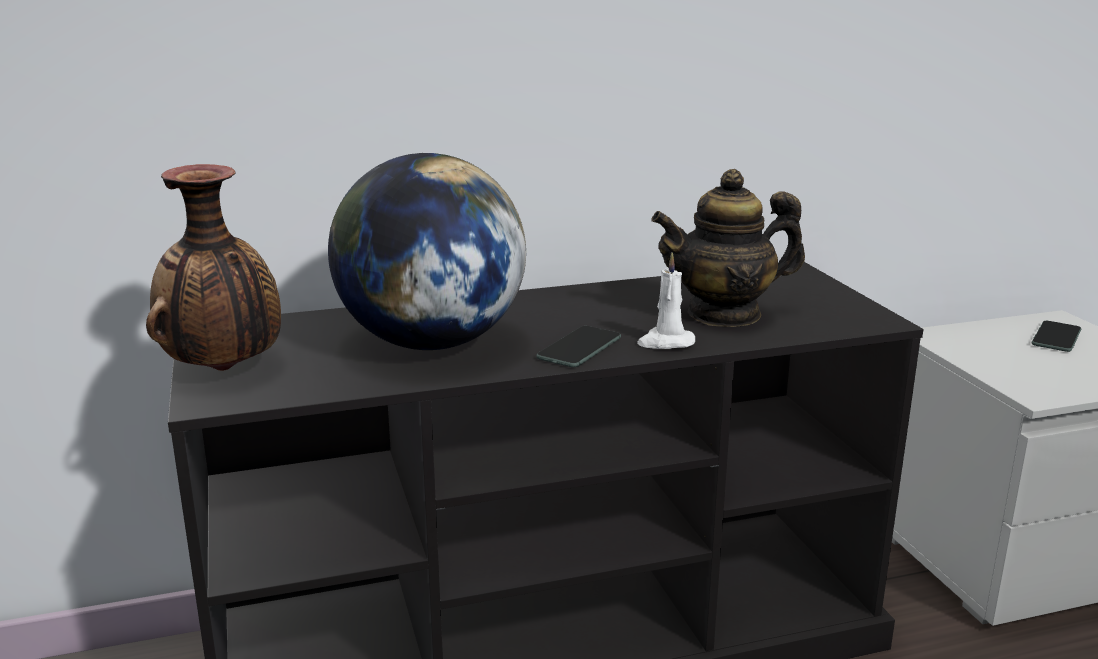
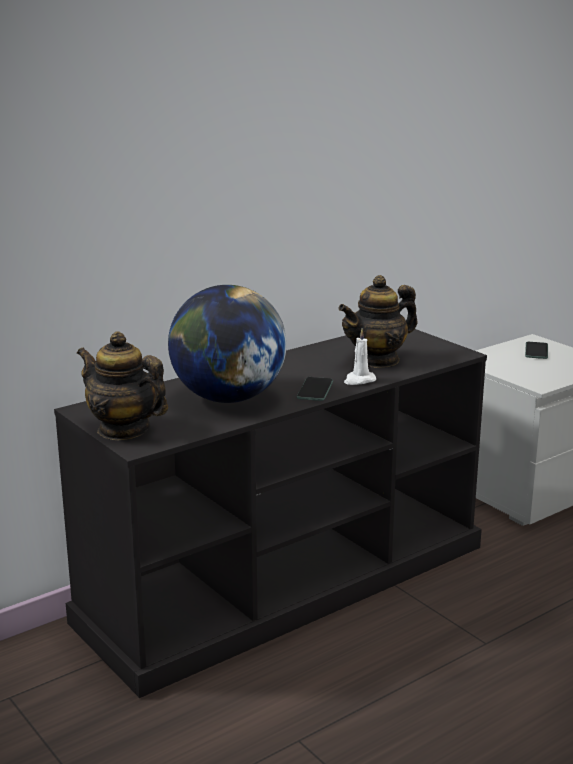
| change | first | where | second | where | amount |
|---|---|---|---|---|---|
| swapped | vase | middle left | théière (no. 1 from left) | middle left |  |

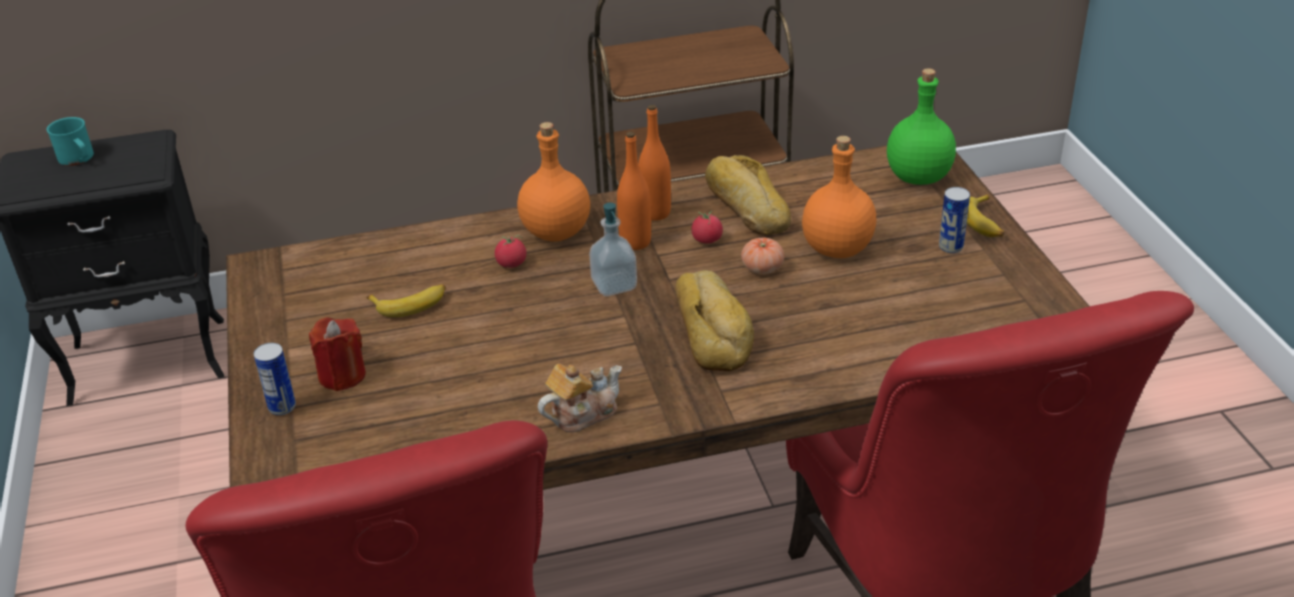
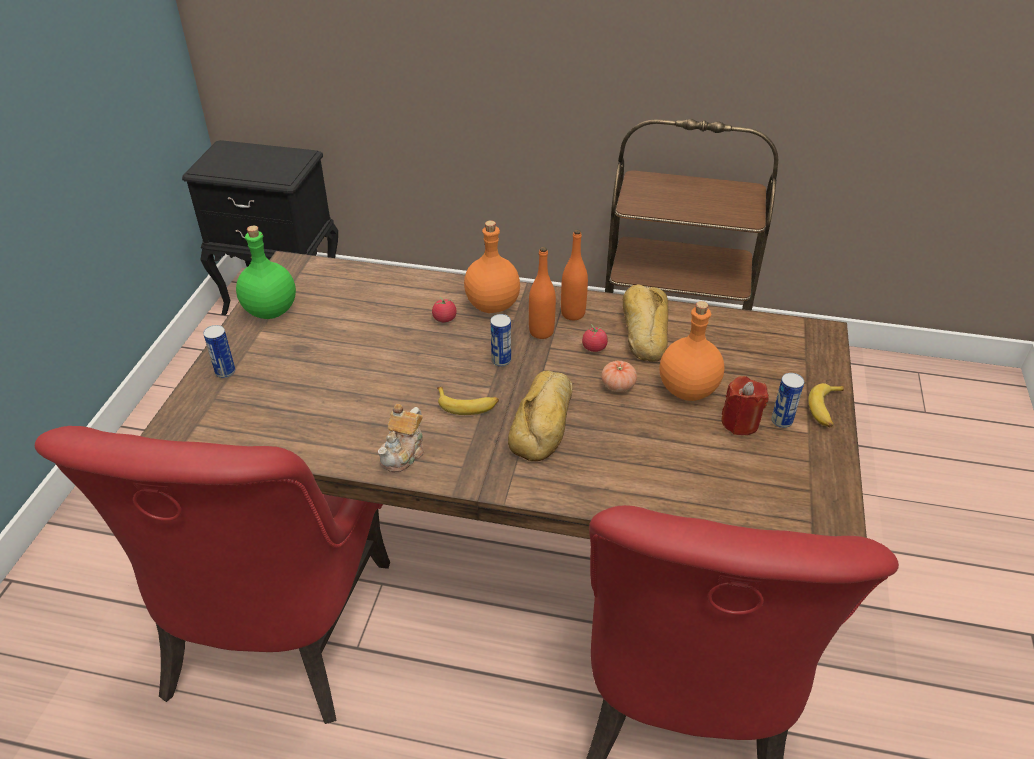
| change | first | where | second | where | amount |
|---|---|---|---|---|---|
| gone | mug [turquoise] | top left |  |  |  |
| shifted | bougie [rouge] | middle left |  | middle right |  |
| shifted | banane (no. 1 from left) | middle left |  | centre |  |
| rotated | théière | bottom centre |  | centre | 120 degrees clockwise |
| swapped | distributeur de savon | centre | boîte métallique (no. 2 from left) | centre |  |
| shifted | bouteille [vert] | top right |  | middle left |  |

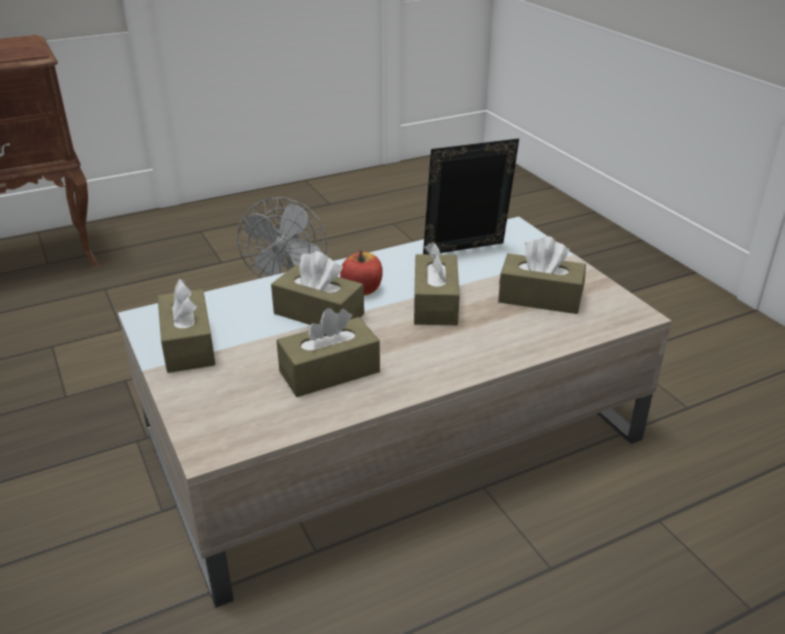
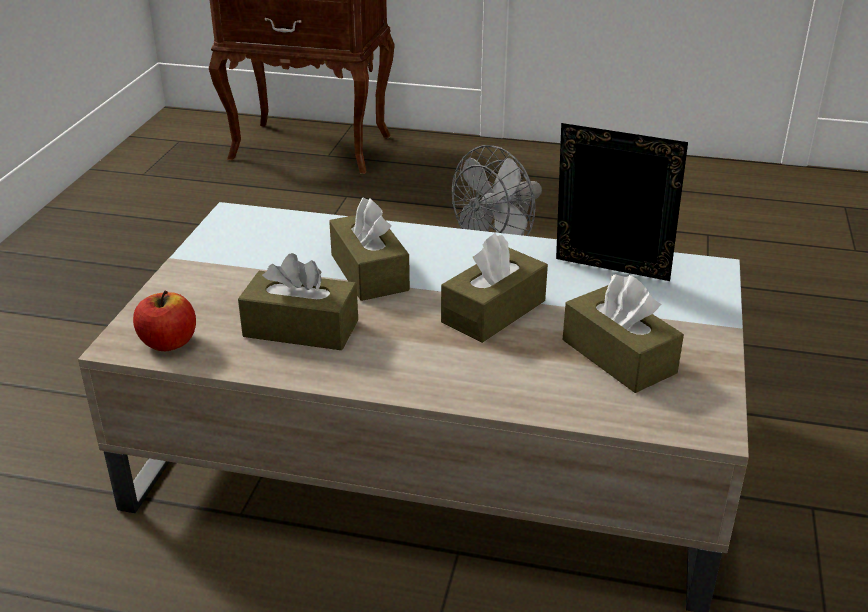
| change | first | where | second | where | amount |
|---|---|---|---|---|---|
| gone | boîte à mouchoirs [marron] (no. 1 from left) | middle left |  |  |  |
| shifted | pomme | centre |  | middle left |  |

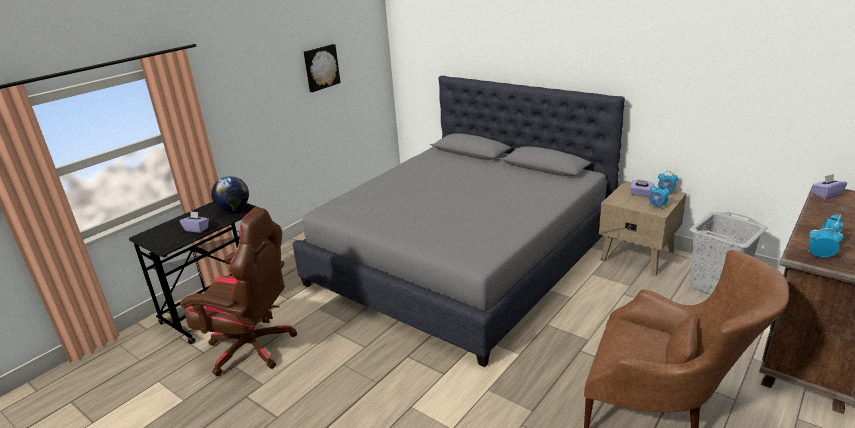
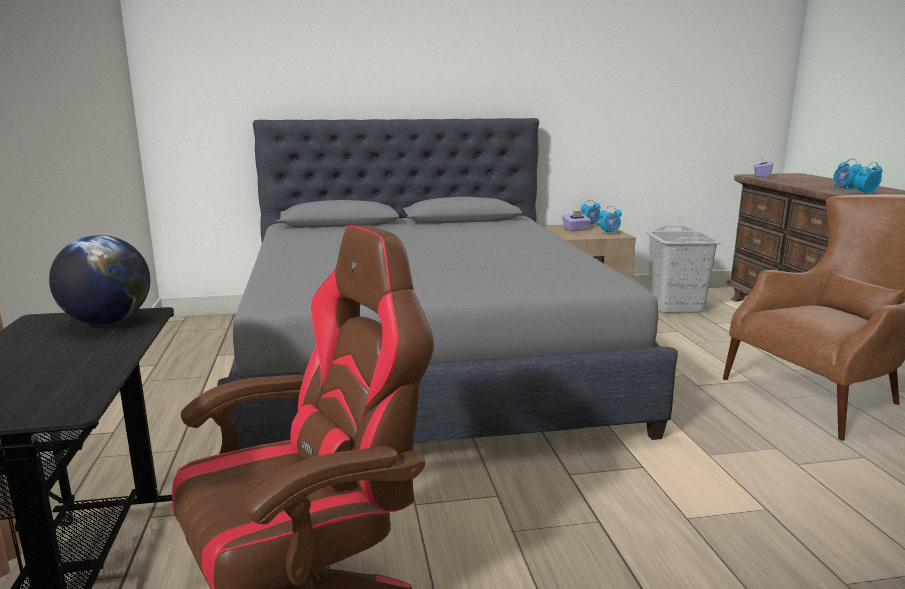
| change | first | where | second | where | amount |
|---|---|---|---|---|---|
| gone | boîte à mouchoirs [violet] (no. 1 from left) | middle left |  |  |  |
| gone | tableau | top centre |  |  |  |

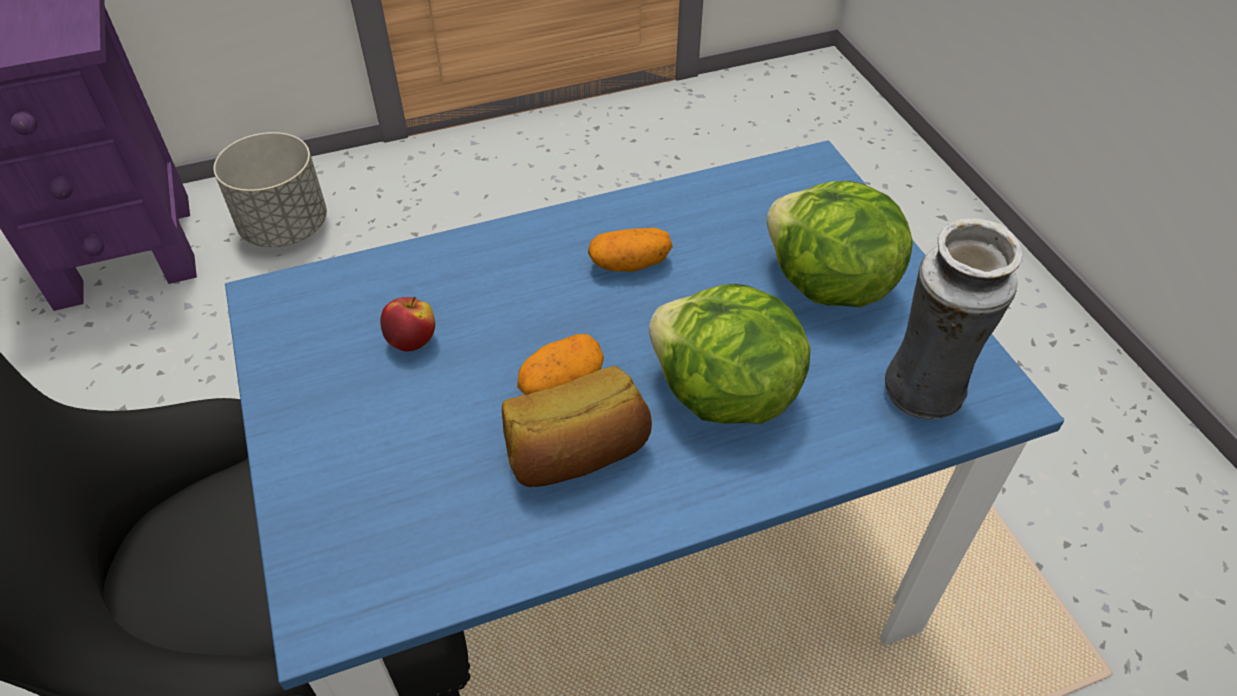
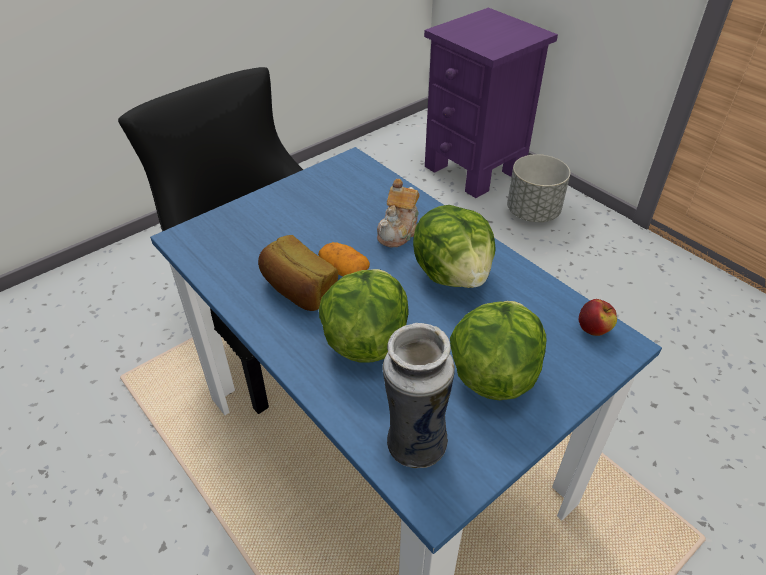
| change | first | where | second | where | amount |
|---|---|---|---|---|---|
| shifted | pomme | middle left |  | middle right |  |
| swapped | pomme de terre (no. 2 from left) | centre | laitue (no. 2 from left) | centre |  |
| new |  |  | théière | centre |  |

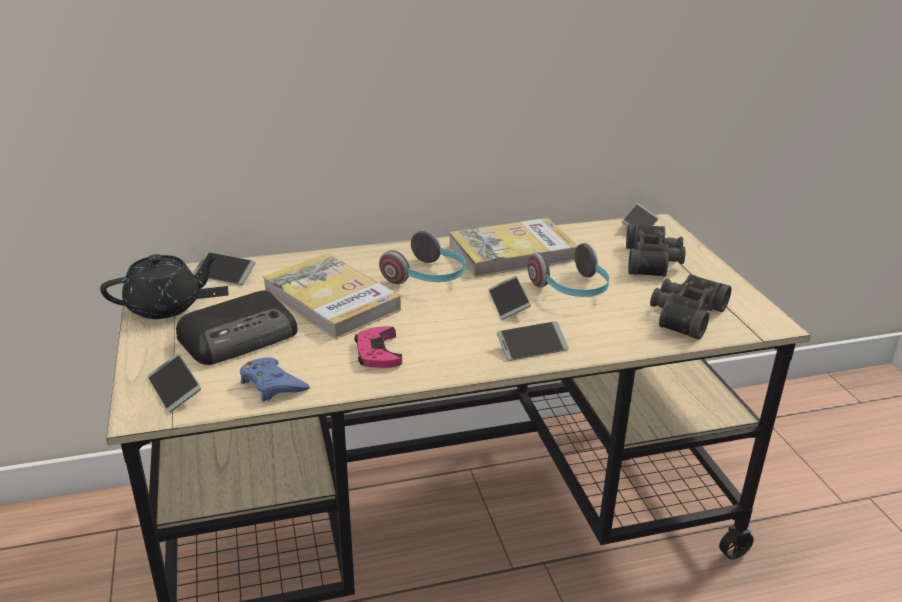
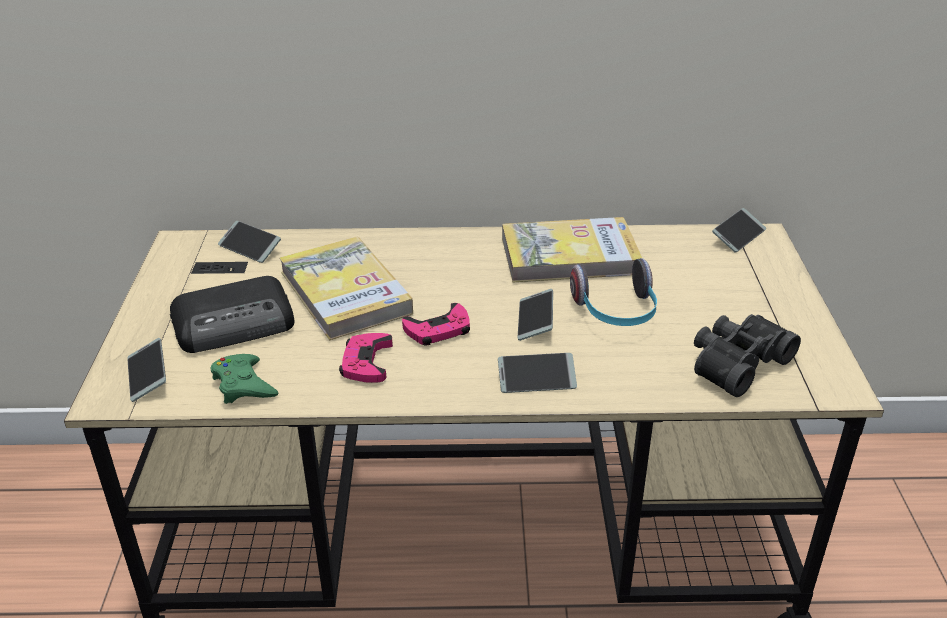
| change | first | where | second | where | amount |
|---|---|---|---|---|---|
| gone | théière [noir] | middle left |  |  |  |
| repainted | manette [bleu] | middle left | manette [vert] | middle left |  |
| gone | casque audio (no. 1 from left) | centre |  |  |  |
| gone | jumelles [noir] (no. 1 from left) | middle right |  |  |  |
| new |  |  | manette [rose] (no. 2 from left) | centre |  |

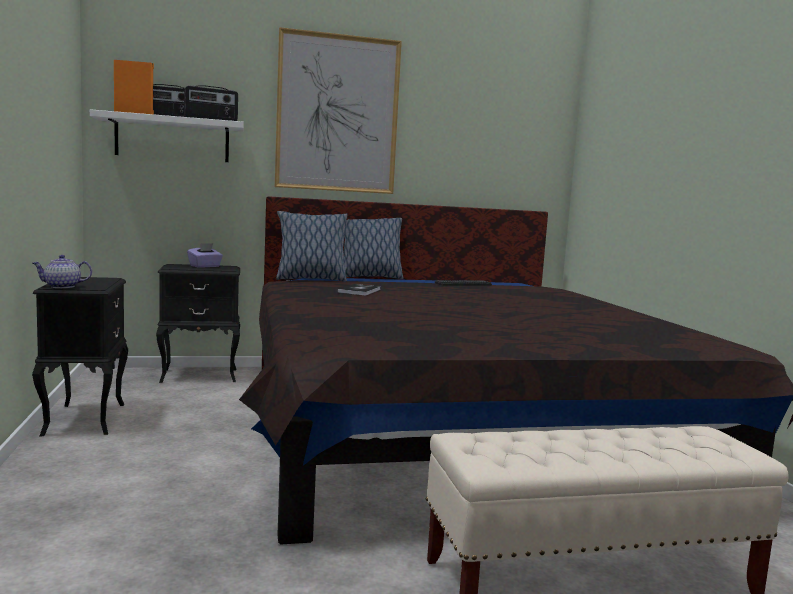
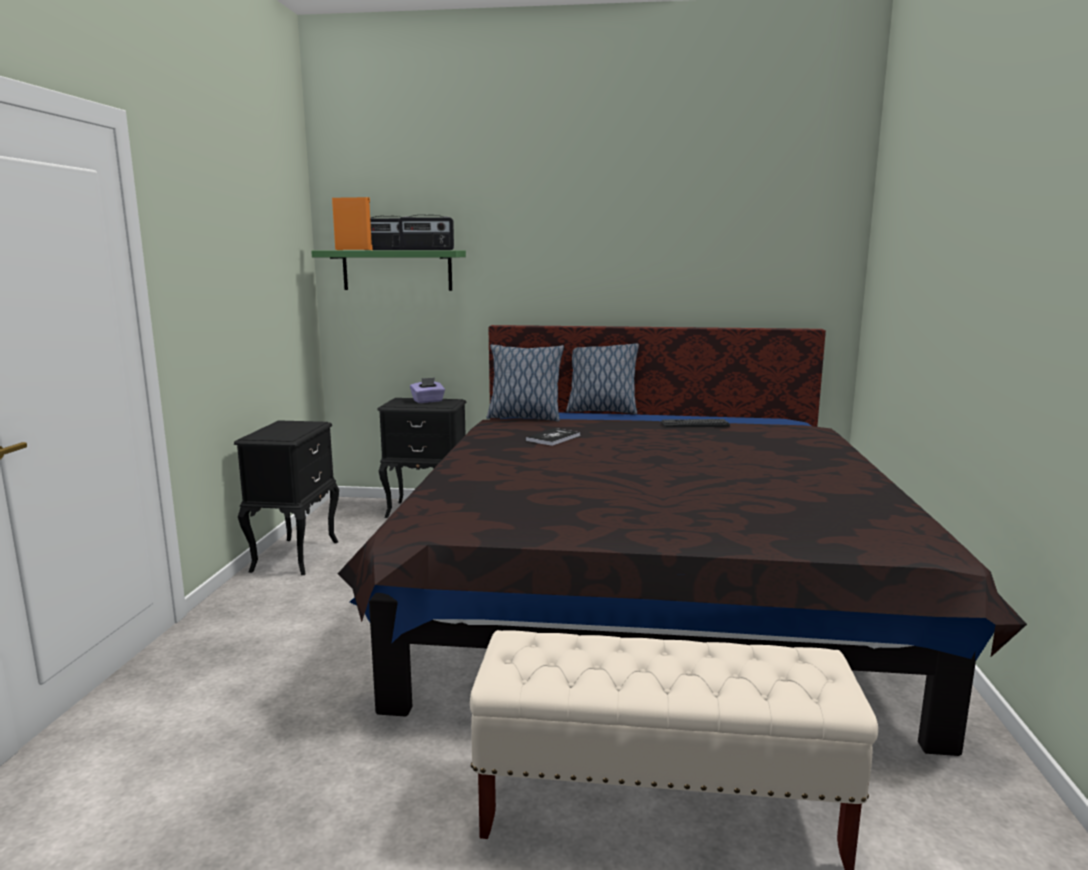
| change | first | where | second | where | amount |
|---|---|---|---|---|---|
| gone | théière | middle left |  |  |  |
| repainted | étagère [blanc] | top left | étagère [vert] | top centre |  |
| gone | tableau | top centre |  |  |  |

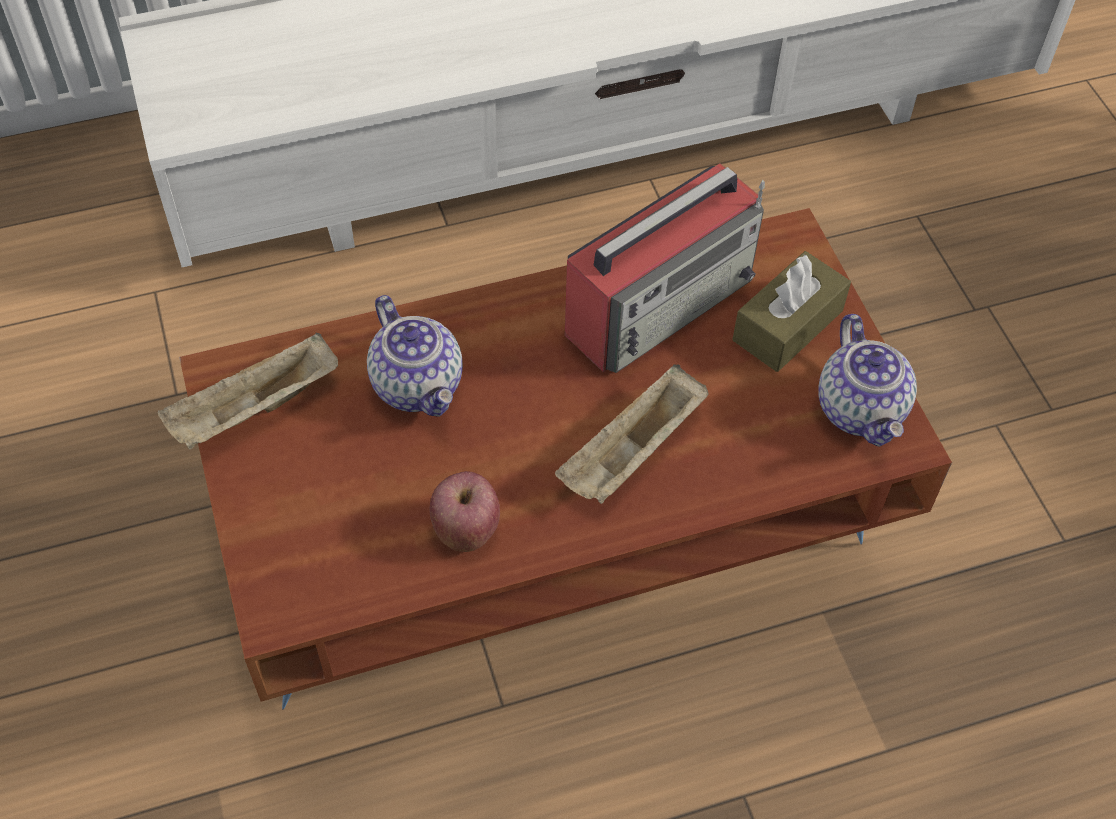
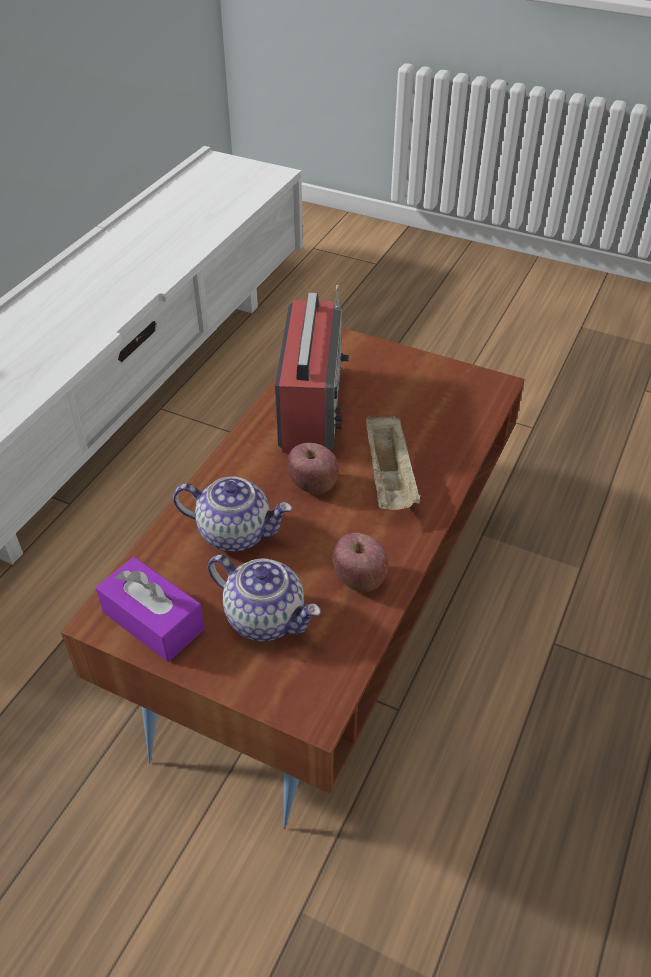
| change | first | where | second | where | amount |
|---|---|---|---|---|---|
| swapped | plateau [beige] (no. 1 from left) | middle left | boîte à mouchoirs [violet] | middle left |  |
| gone | boîte à mouchoirs [marron] | middle right |  |  |  |
| shifted | théière (no. 2 from left) | middle right |  | centre |  |
| new |  |  | pomme (no. 1 from left) | centre |  |

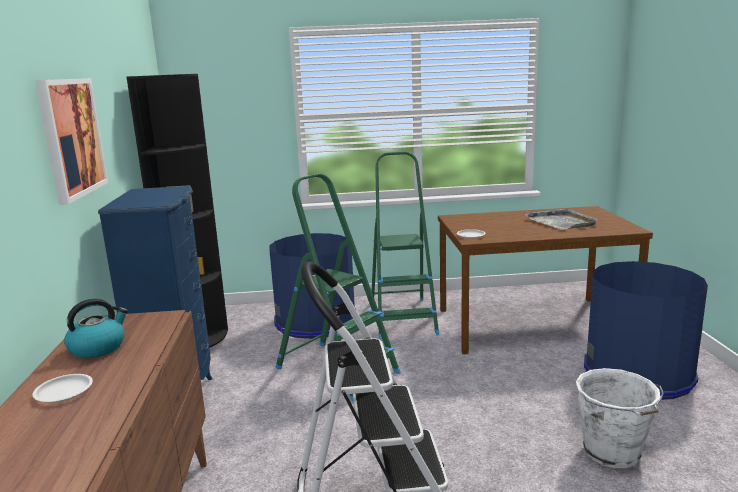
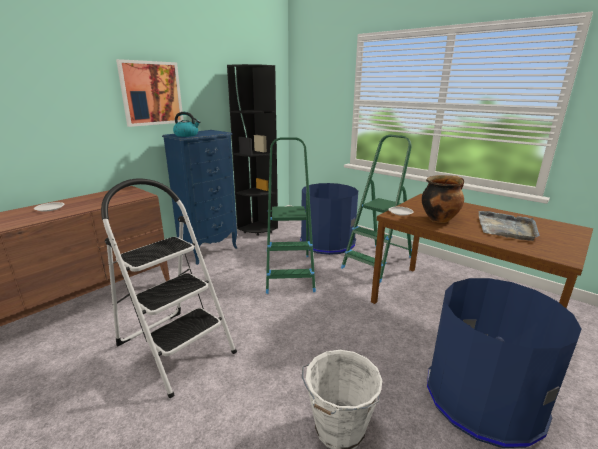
| change | first | where | second | where | amount |
|---|---|---|---|---|---|
| shifted | bouilloire | bottom left |  | top left |  |
| new |  |  | marmite | middle right |  |

